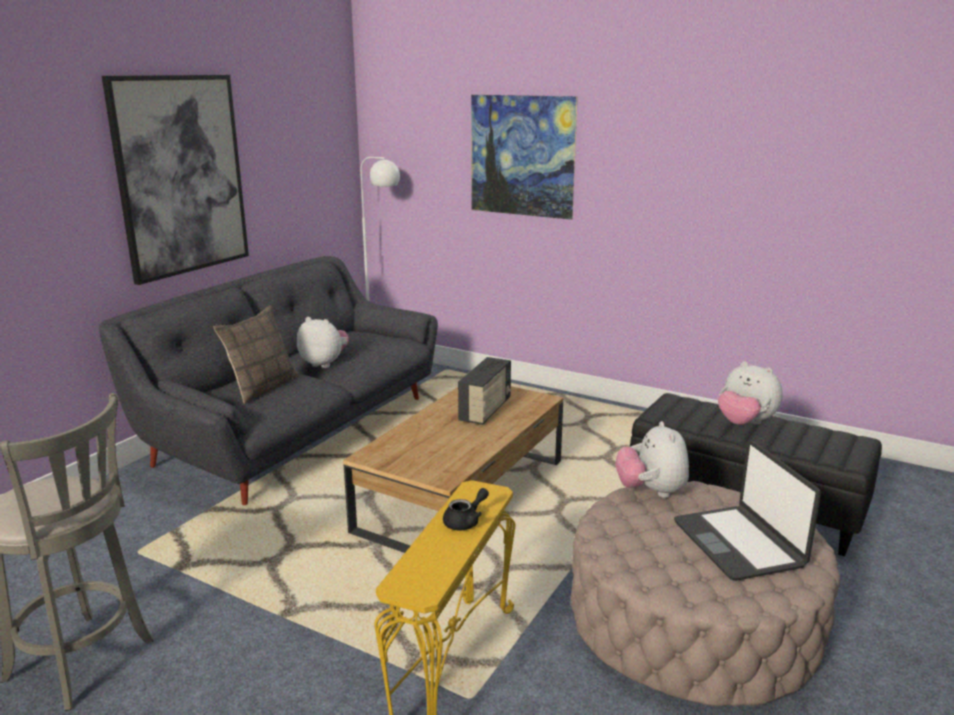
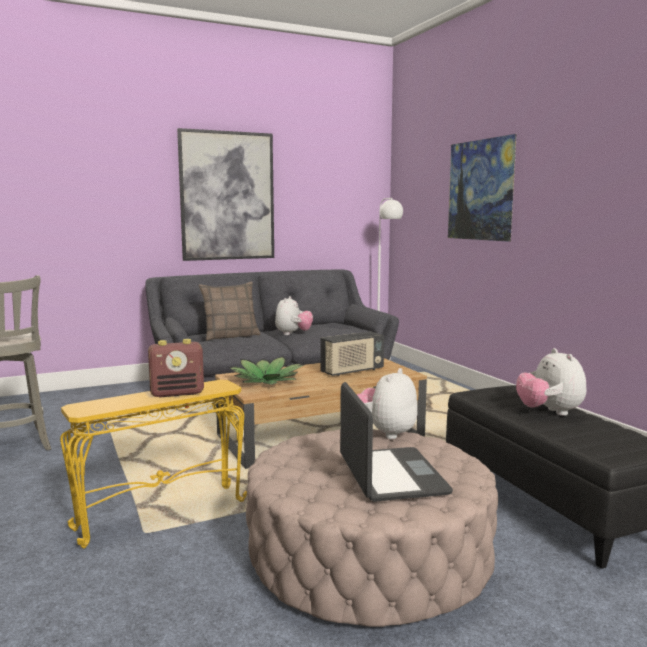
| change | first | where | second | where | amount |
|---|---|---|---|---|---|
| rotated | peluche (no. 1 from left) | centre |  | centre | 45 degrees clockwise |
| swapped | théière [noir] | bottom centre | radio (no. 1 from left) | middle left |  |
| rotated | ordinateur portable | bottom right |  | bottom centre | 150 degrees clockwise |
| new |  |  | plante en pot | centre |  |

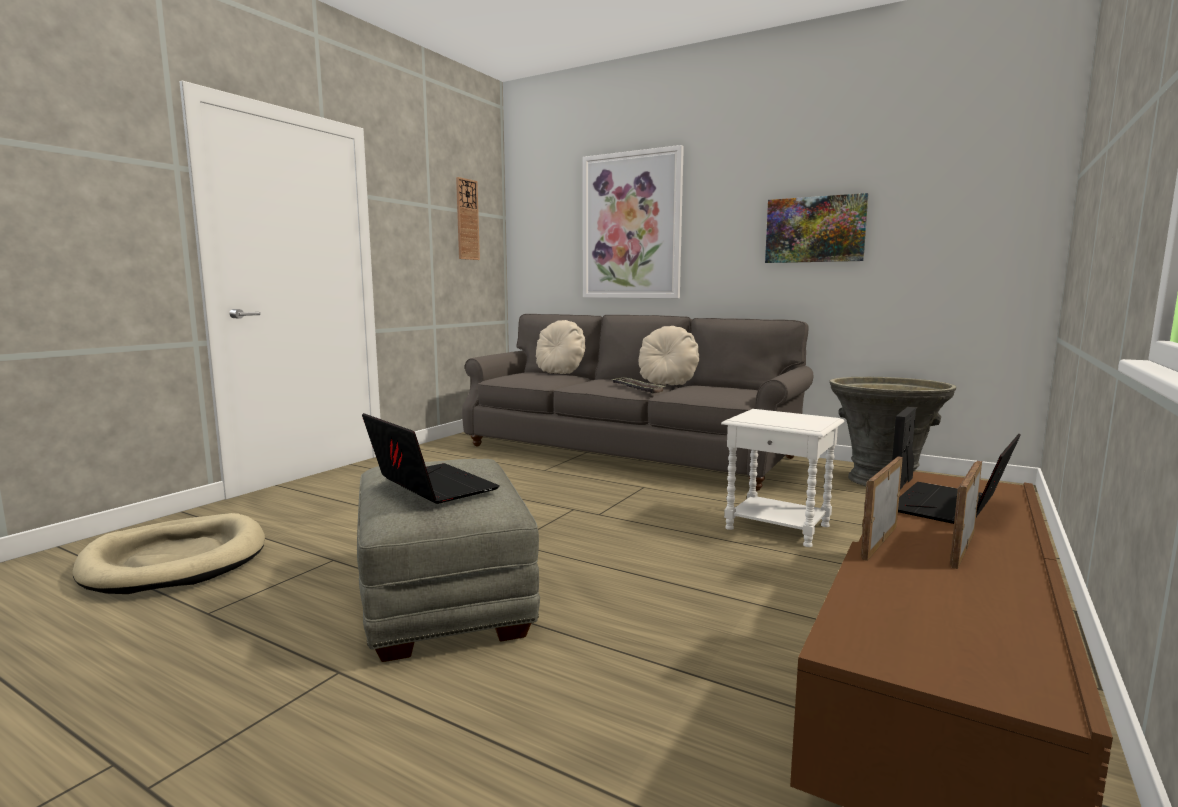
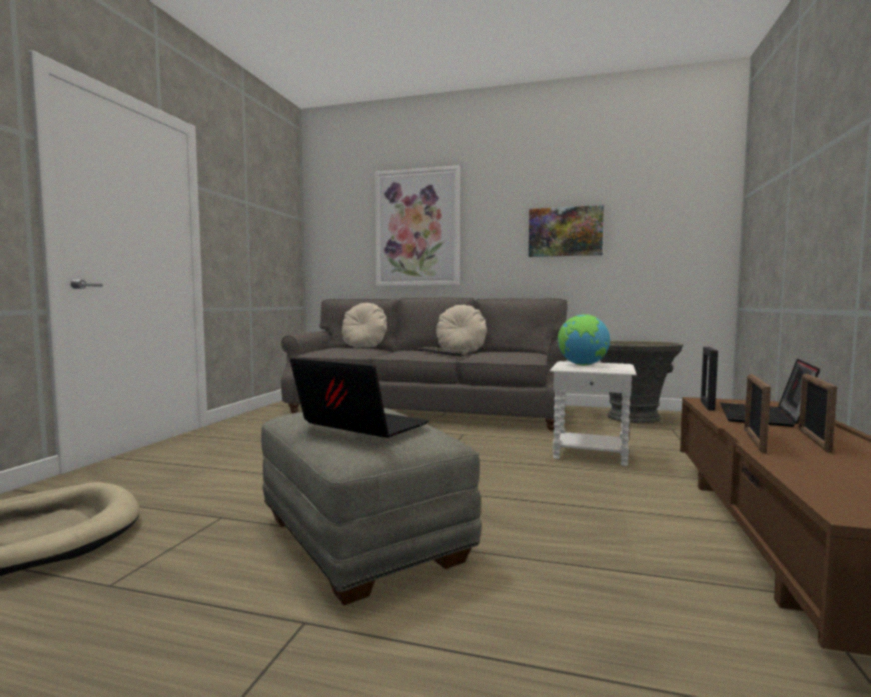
| change | first | where | second | where | amount |
|---|---|---|---|---|---|
| gone | horloge murale | top centre |  |  |  |
| new |  |  | globe | middle right |  |

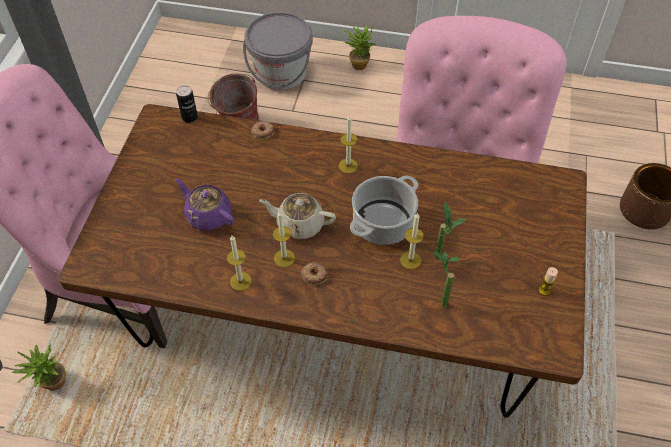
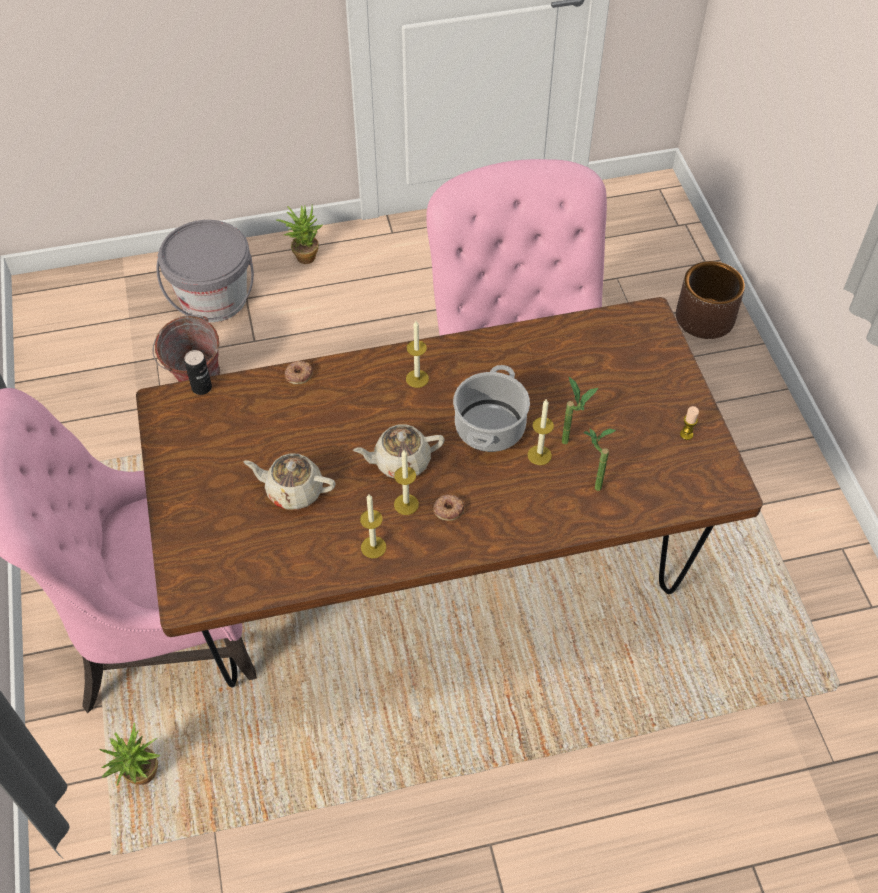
| change | first | where | second | where | amount |
|---|---|---|---|---|---|
| repainted | théière [violet] | middle left | théière [beige] (no. 1 from left) | middle left |  |

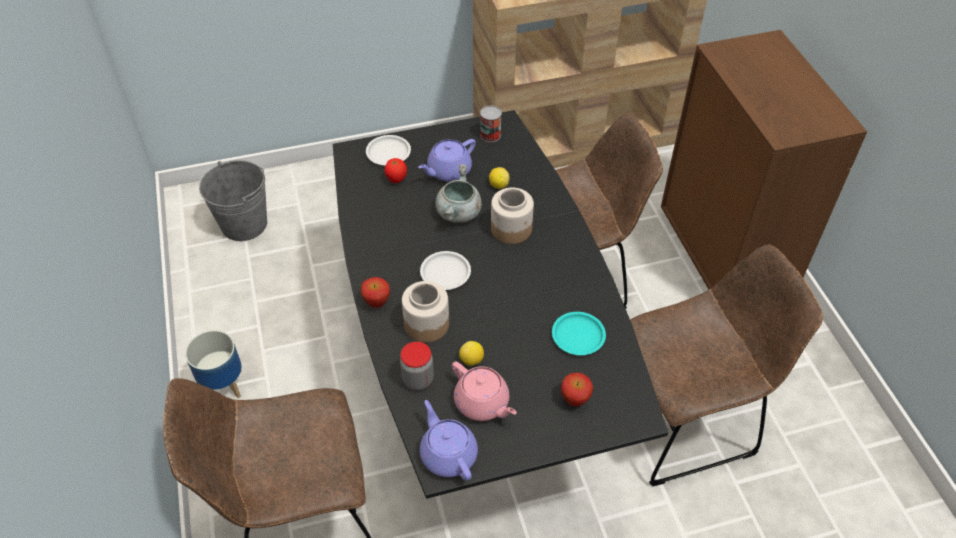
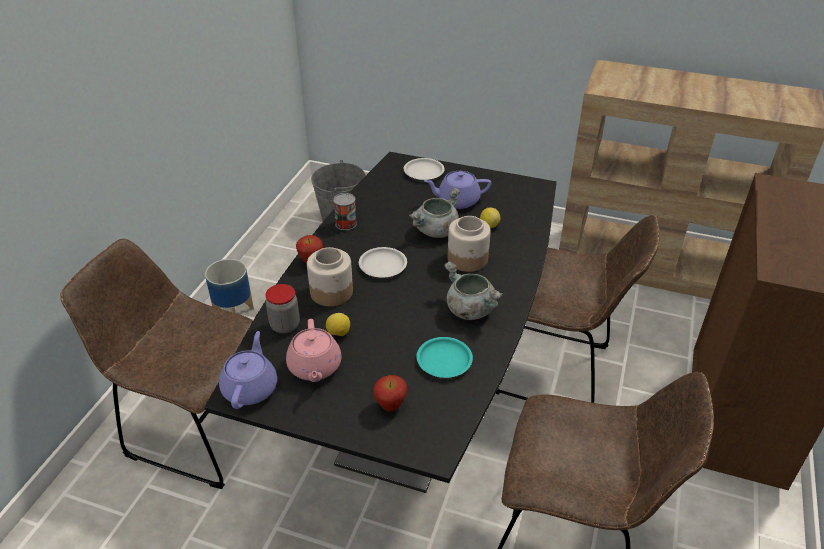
| change | first | where | second | where | amount |
|---|---|---|---|---|---|
| gone | tomate | top centre |  |  |  |
| shifted | boîte métallique | top centre |  | centre |  |
| new |  |  | marmite [gris] (no. 2 from left) | centre |  |

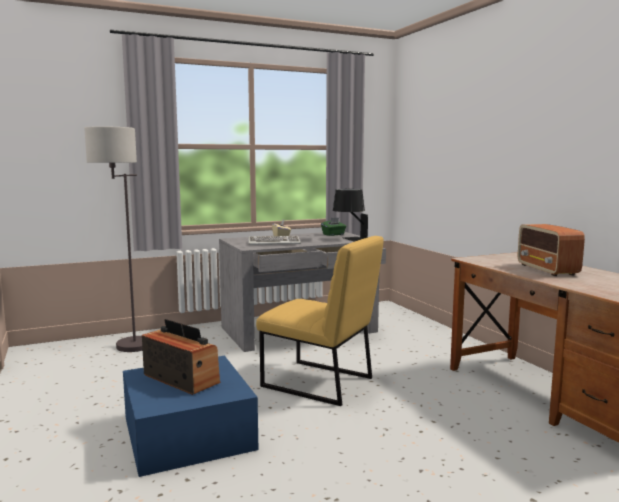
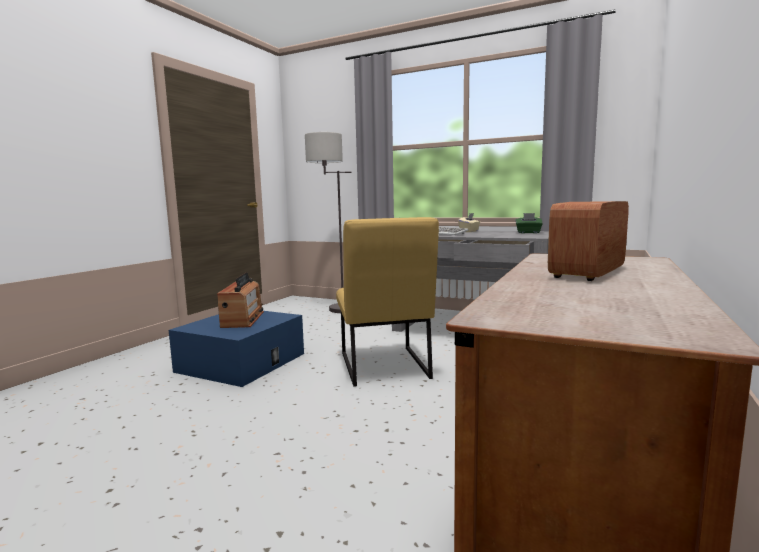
| change | first | where | second | where | amount |
|---|---|---|---|---|---|
| gone | lampe de table [noir] | centre |  |  |  |

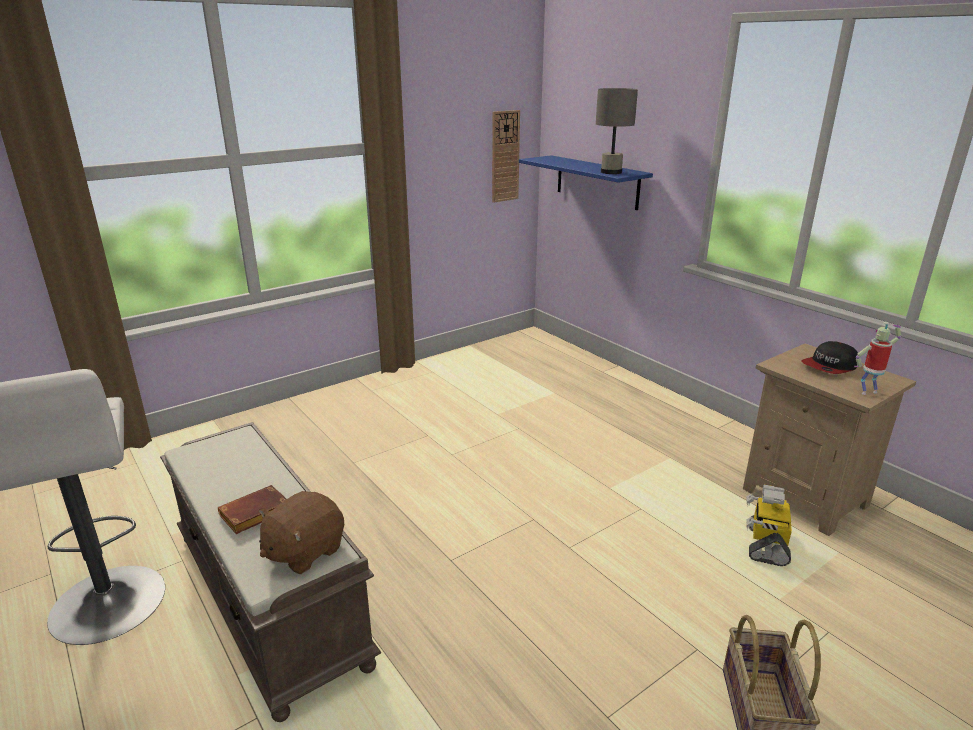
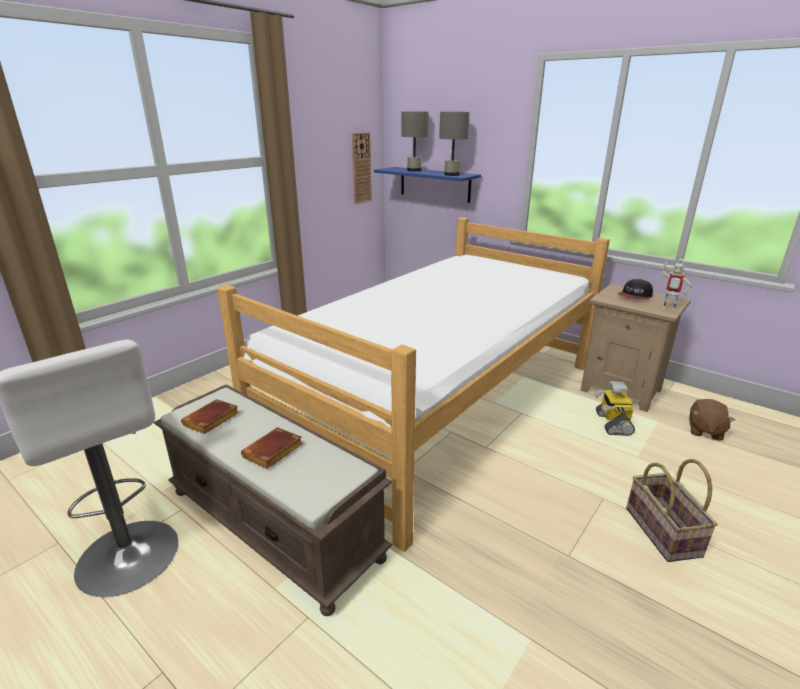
| change | first | where | second | where | amount |
|---|---|---|---|---|---|
| shifted | peluche [marron] | bottom left |  | middle right |  |
| rotated | robot jouet (no. 2 from left) | middle right |  | middle right | 120 degrees counterclockwise |
| new |  |  | livre [marron] (no. 1 from left) | middle left |  |
| new |  |  | lit | centre |  |
| new |  |  | lampe de table [gris] (no. 1 from left) | top centre |  |

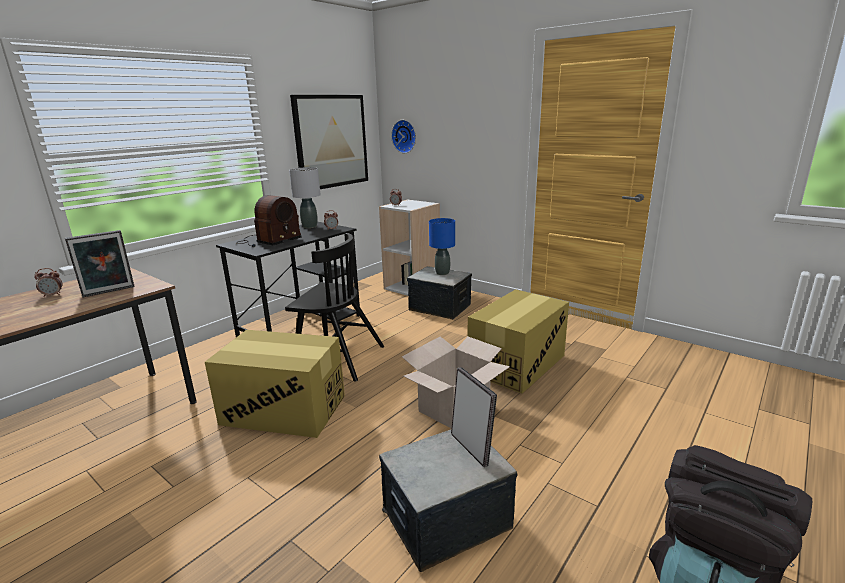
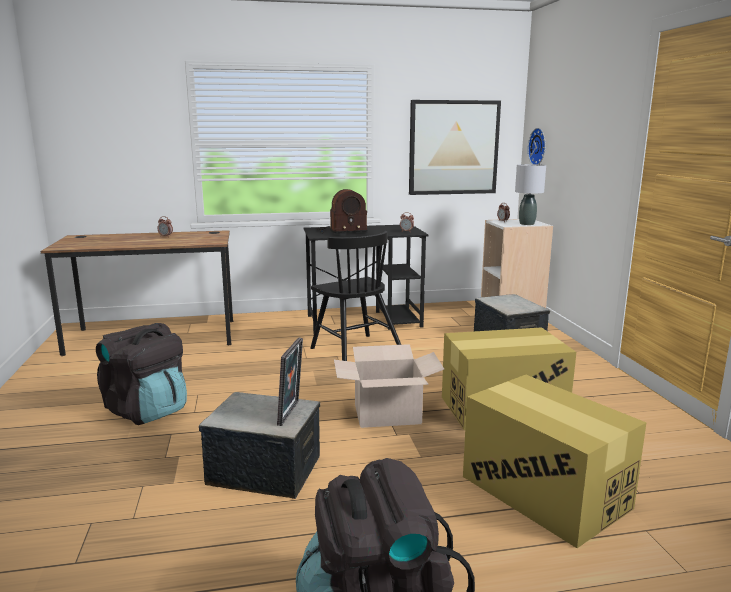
| change | first | where | second | where | amount |
|---|---|---|---|---|---|
| gone | cadre photo (no. 1 from left) | middle left |  |  |  |
| shifted | carton (no. 1 from left in the first image) | middle left | carton (no. 3 from left) | bottom right |  |
| shifted | lampe de table [gris] | centre |  | top right |  |
| gone | lampe de table [bleu] | centre |  |  |  |
| new |  |  | sac à dos [noir] (no. 1 from left) | middle left |  |

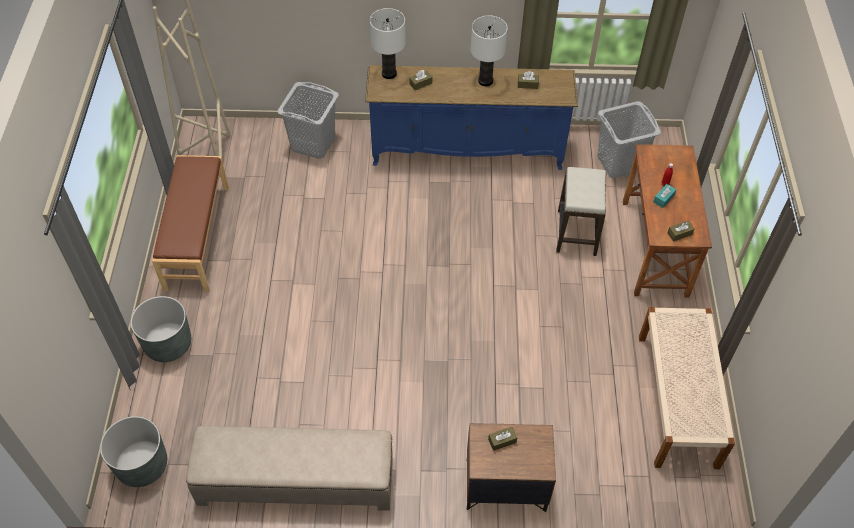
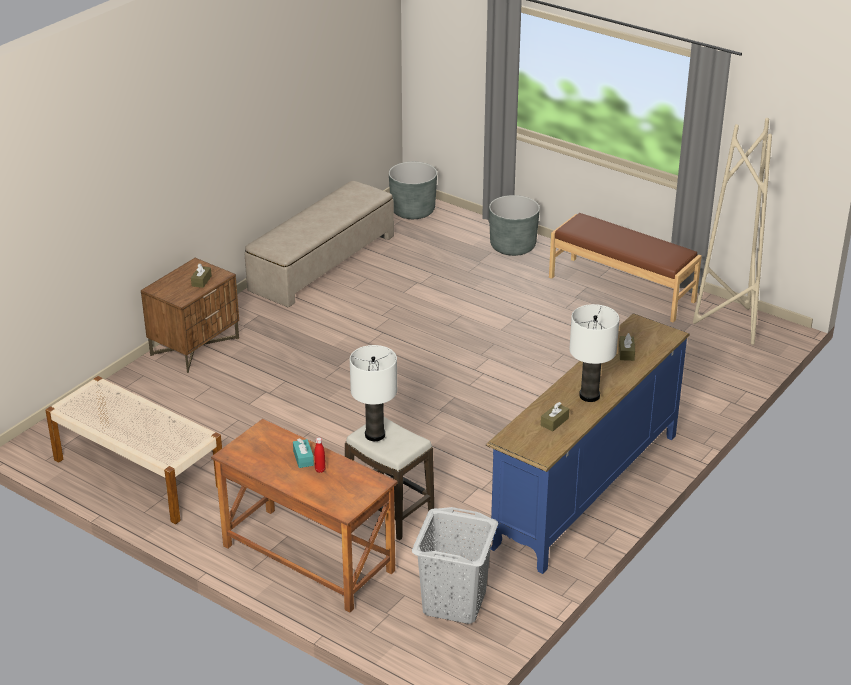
| change | first | where | second | where | amount |
|---|---|---|---|---|---|
| gone | panier à linge [gris] (no. 1 from left) | top centre |  |  |  |
| shifted | lampe de table [blanc] (no. 1 from left) | top centre |  | centre |  |
| gone | boîte à mouchoirs [marron] (no. 4 from left) | middle right |  |  |  |

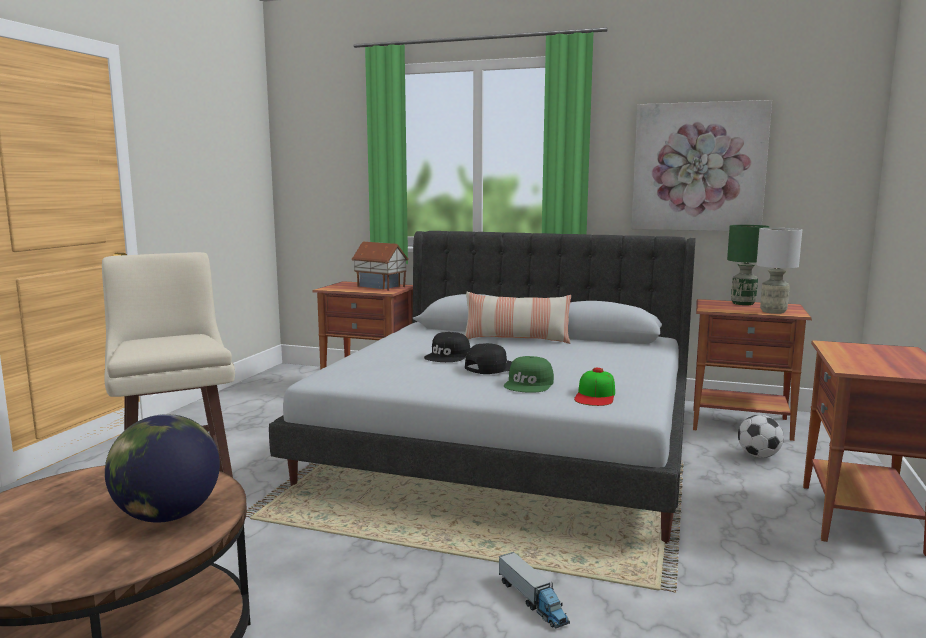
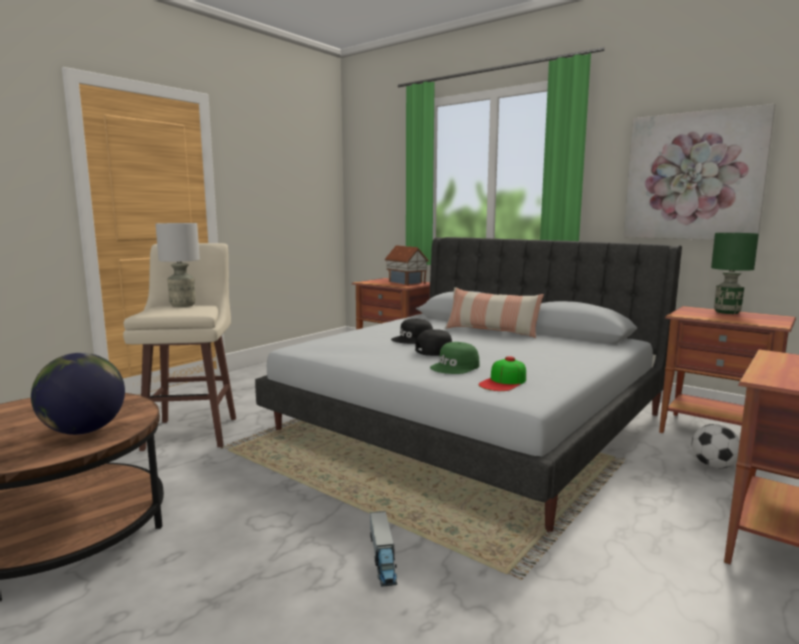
| change | first | where | second | where | amount |
|---|---|---|---|---|---|
| shifted | lampe de table [gris] | middle right |  | middle left |  |

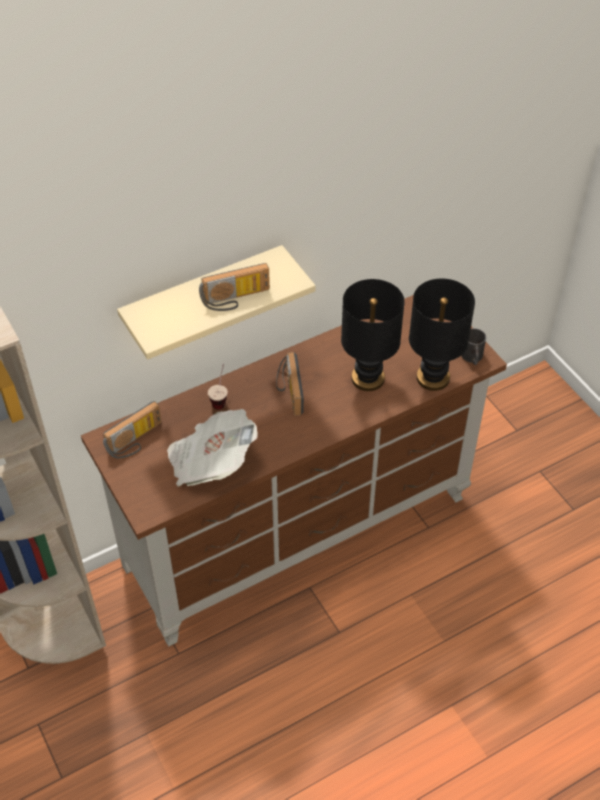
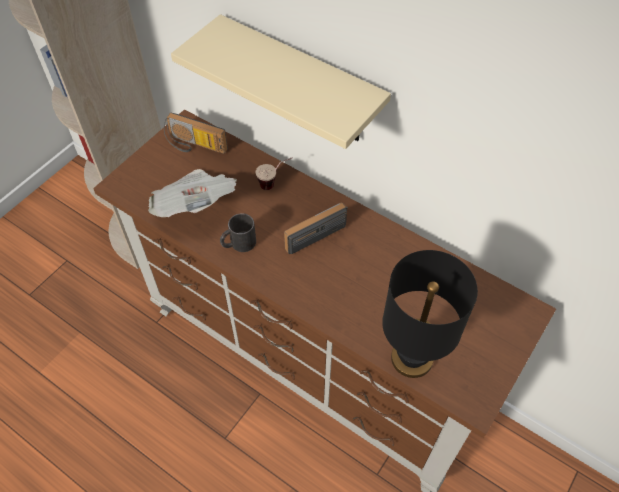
| change | first | where | second | where | amount |
|---|---|---|---|---|---|
| gone | radio (no. 2 from left) | centre |  |  |  |
| gone | lampe de table [noir] (no. 1 from left) | centre |  |  |  |
| shifted | mug [noir] | middle right |  | centre |  |

